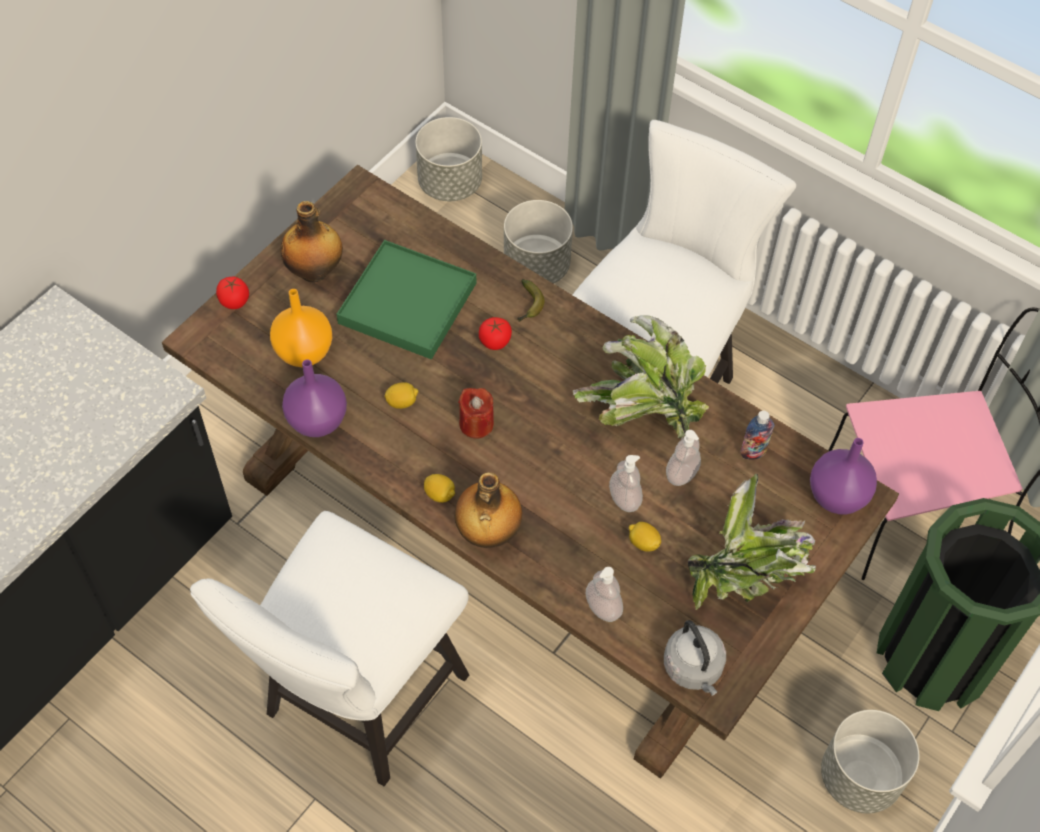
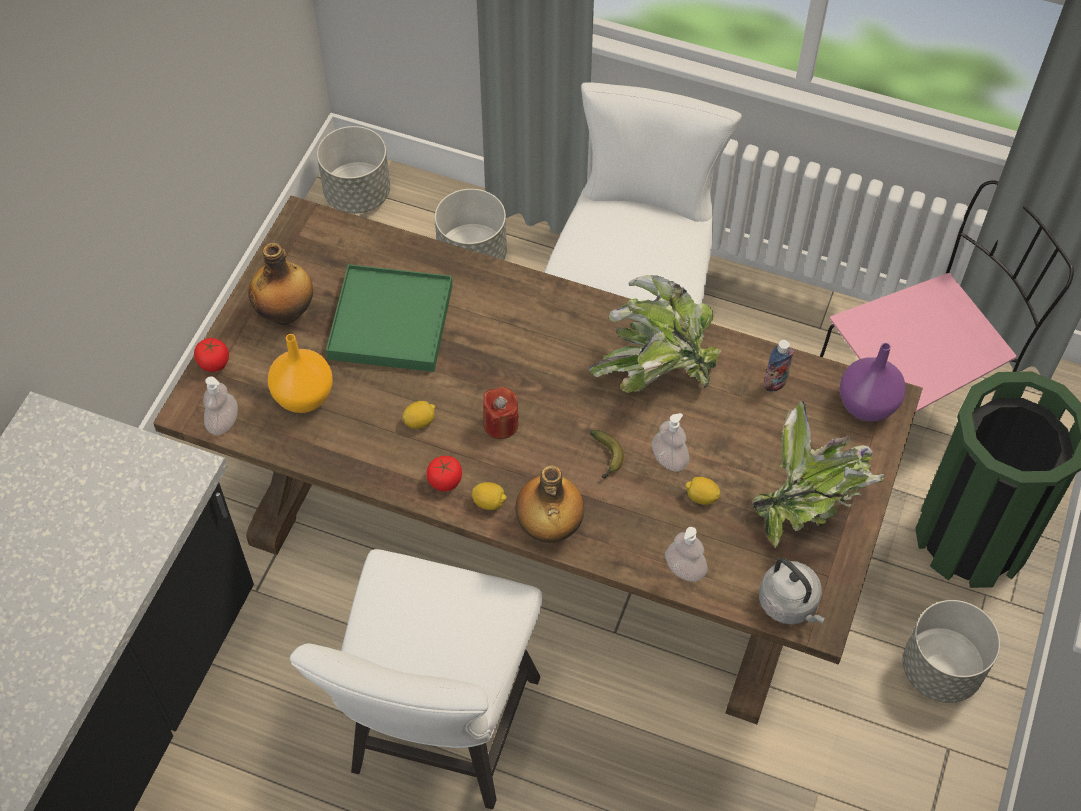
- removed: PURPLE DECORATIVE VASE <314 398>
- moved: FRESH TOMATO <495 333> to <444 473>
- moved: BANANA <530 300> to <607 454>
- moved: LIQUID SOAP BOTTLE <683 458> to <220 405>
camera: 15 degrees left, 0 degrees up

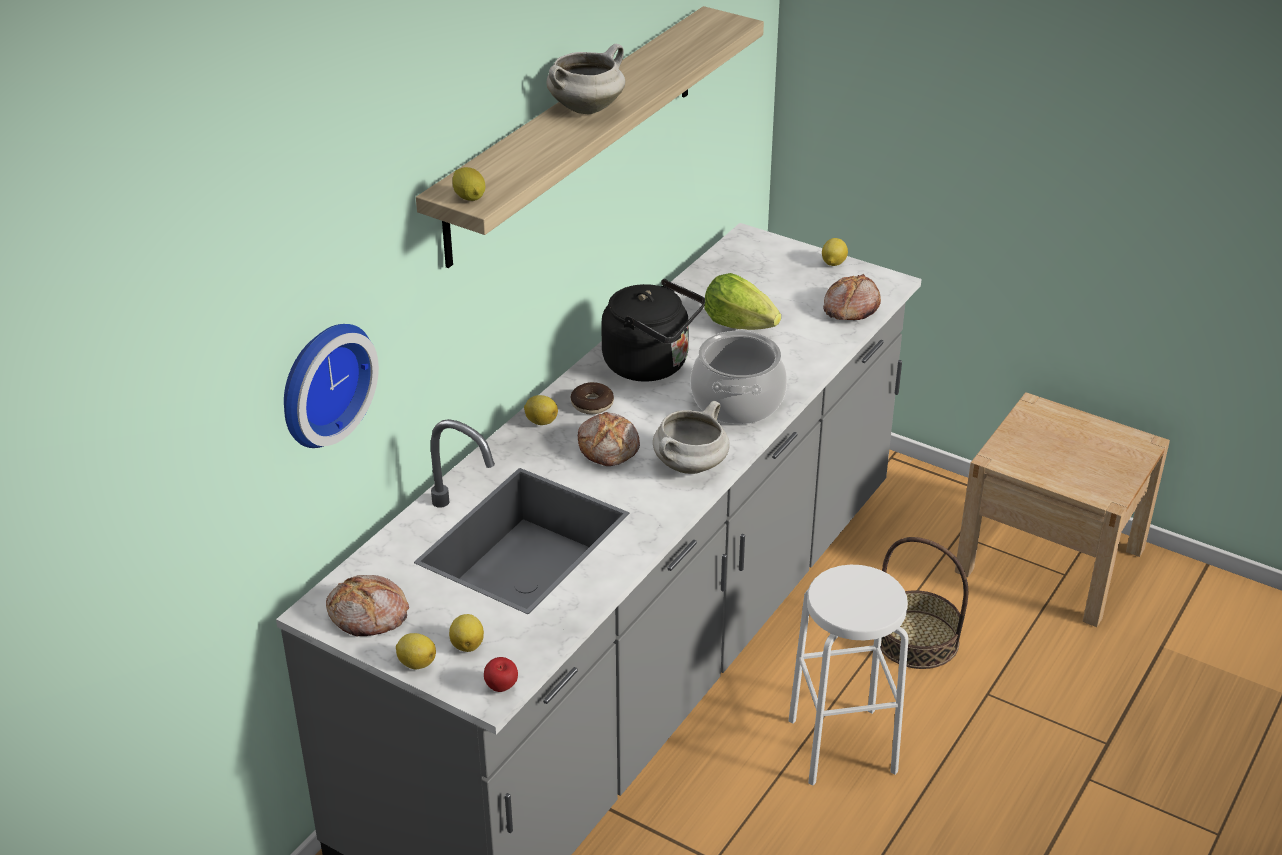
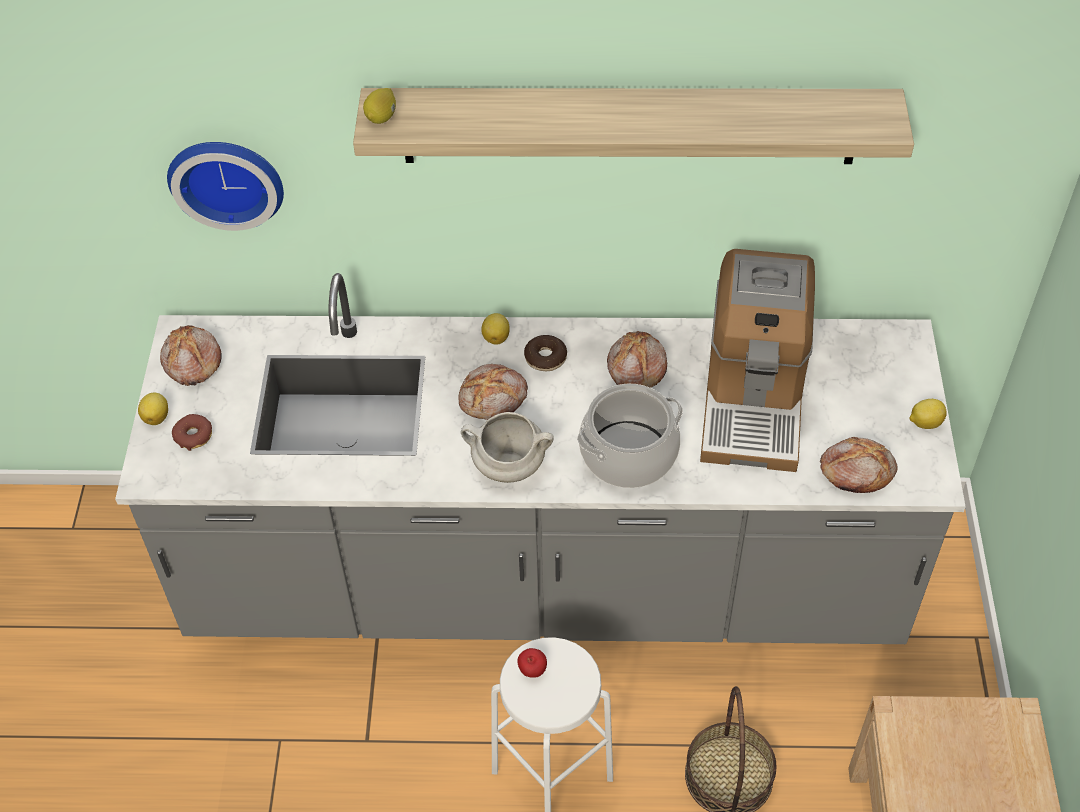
- replaced: WHOLE LEMON <466 633> to RING DOUGHNUT <192 432>
- moved: APPLE <501 674> to <532 663>
- removed: WHITISH STOCKPOT <586 79>
- replaced: BLACKISH KETTLE <653 330> to BAKERY BREAD <637 359>
- replaced: HEAD OF LETTUCE <743 301> to COFFEE MACHINE <757 360>
camera: 60 degrees right, 15 degrees up

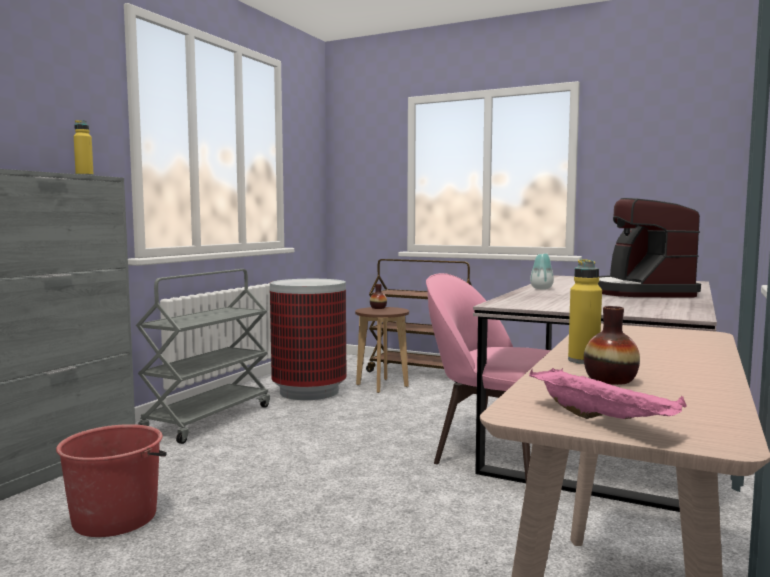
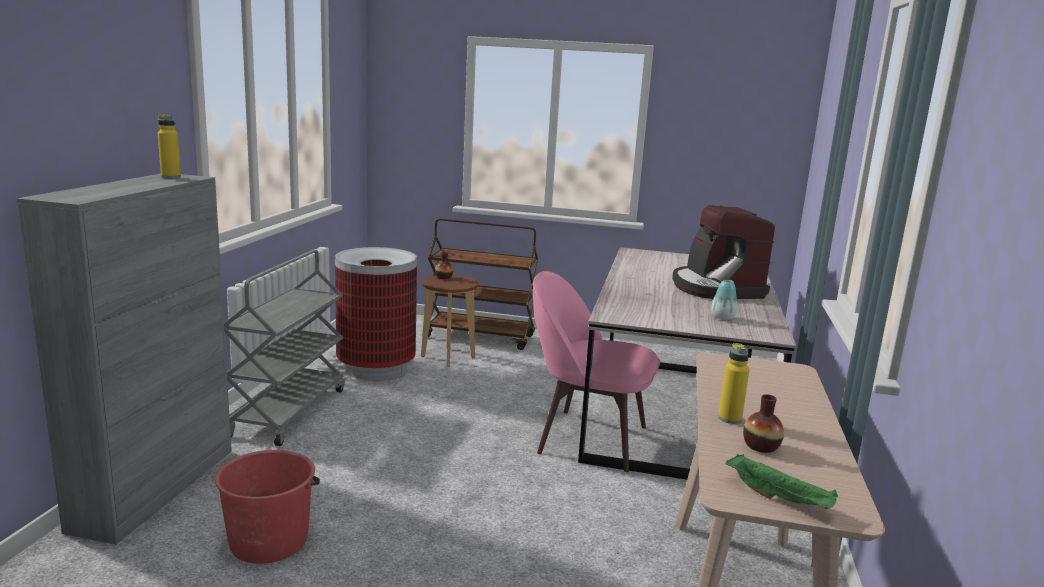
- recoloured: PINK-COLOURED SERVING TRAY <608 393> to GREEN SERVING TRAY <781 481>
- moved: DECORATIVE VASE <542 271> to <724 300>
camera: 15 degrees left, 10 degrees up

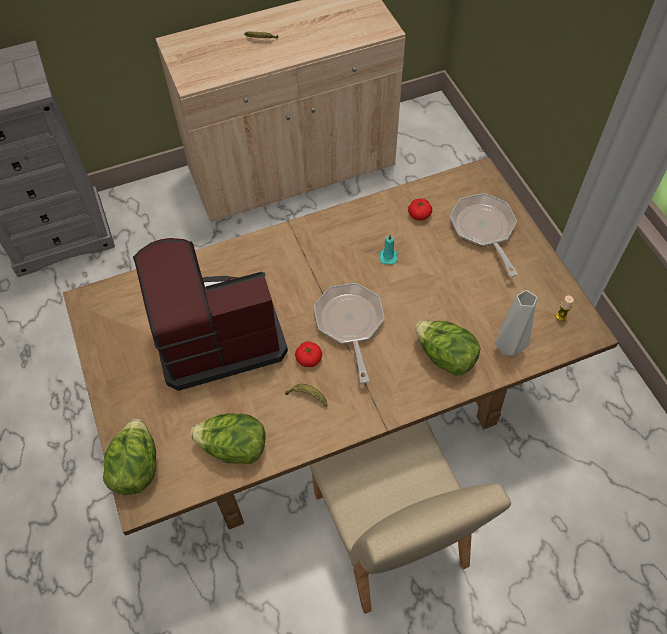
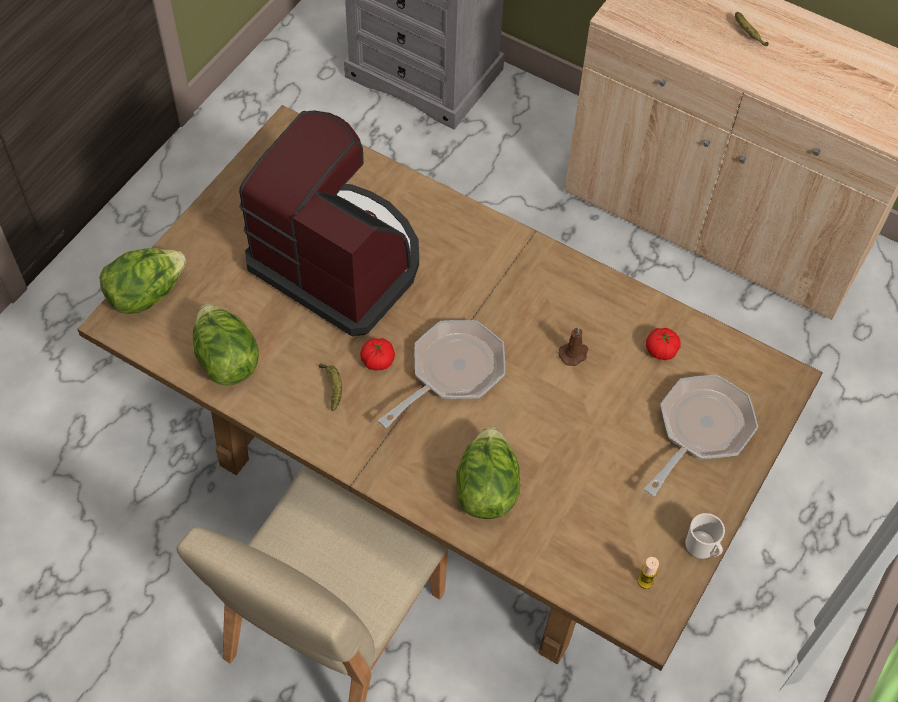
- recoloured: BLUE-GREEN WAX CANDLE <388 249> to BROWN WAX CANDLE <573 346>
- removed: GRAY DECORATIVE VASE <516 323>
- added: TEA MUG <705 536>
camera: 50 degrees right, 0 degrees up

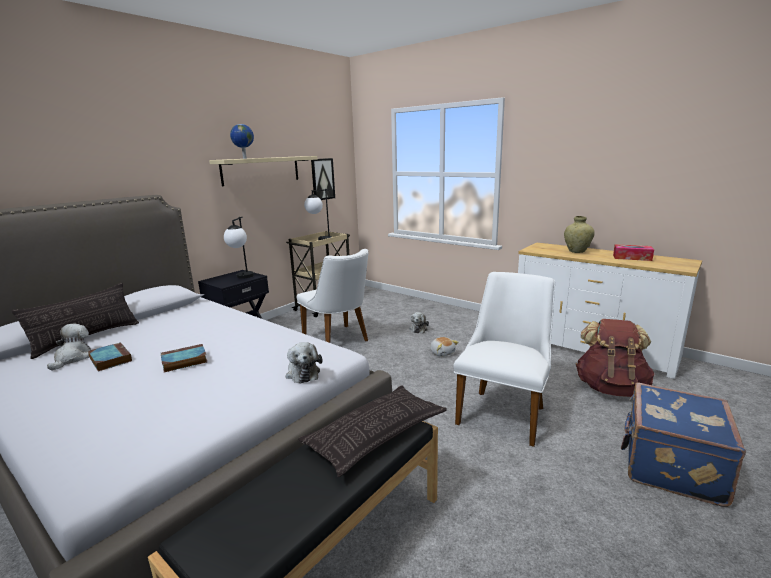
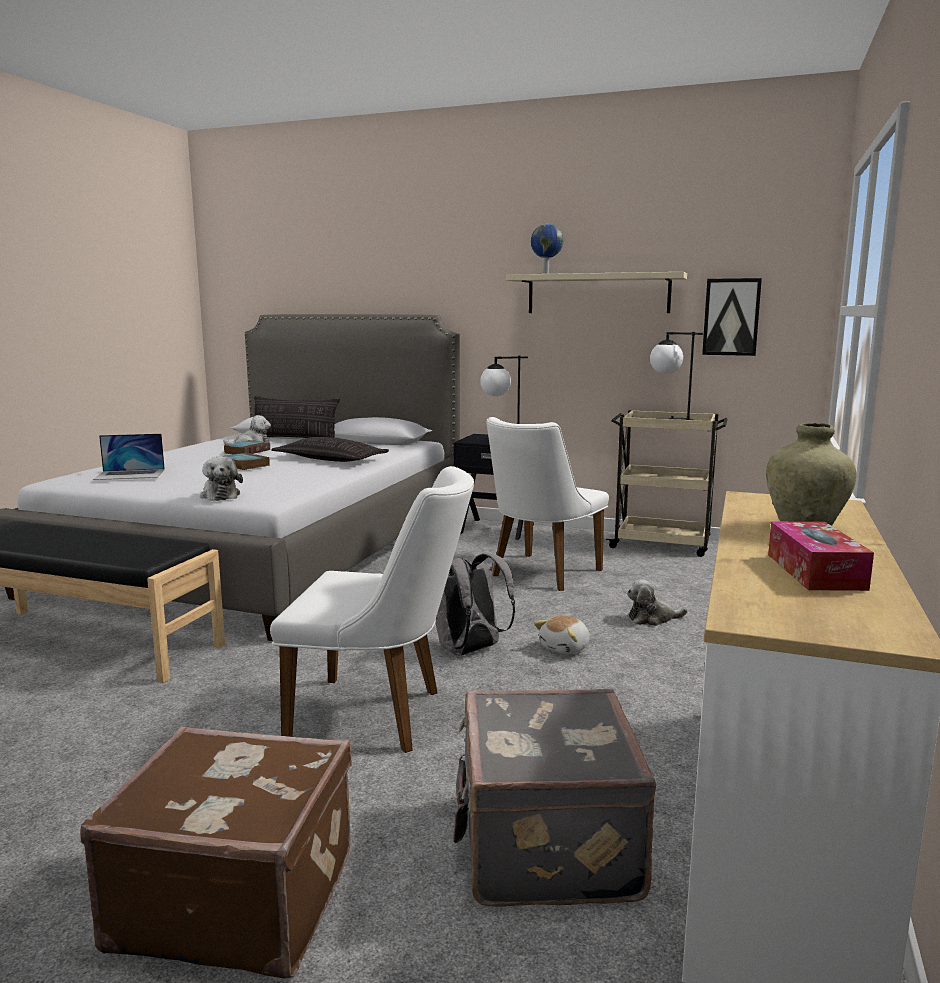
- turned: PLUSH TOY <303 362> = <221 478> 75 degrees counterclockwise
- moved: PILLOW <372 431> to <330 449>
- replaced: BROWN BACKPACK <615 358> to GRAY SUITCASE <554 798>
- recoloured: BLUISH SUITCASE <683 445> to BROWN SUITCASE <216 852>
- added: PORTABLE COMPUTER <129 457>
- added: GRAY BACKPACK <475 604>
camera: 70 degrees right, 5 degrees down

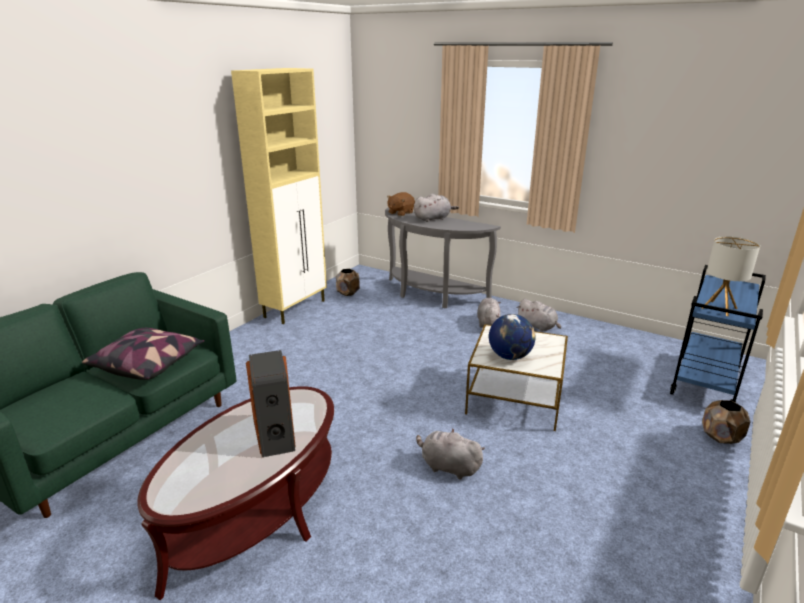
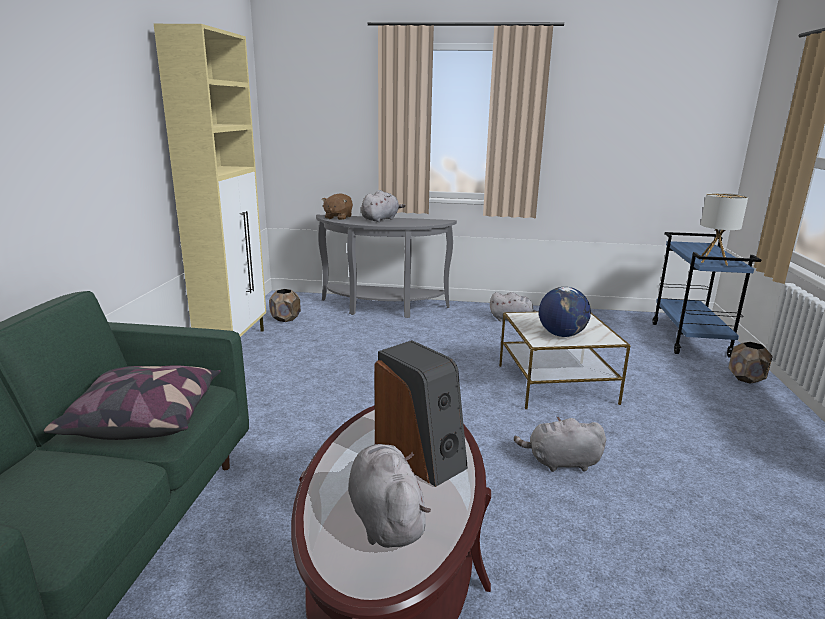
- moved: GRAY PLUSH TOY <489 313> to <389 496>
camera: 25 degrees left, 5 degrees down

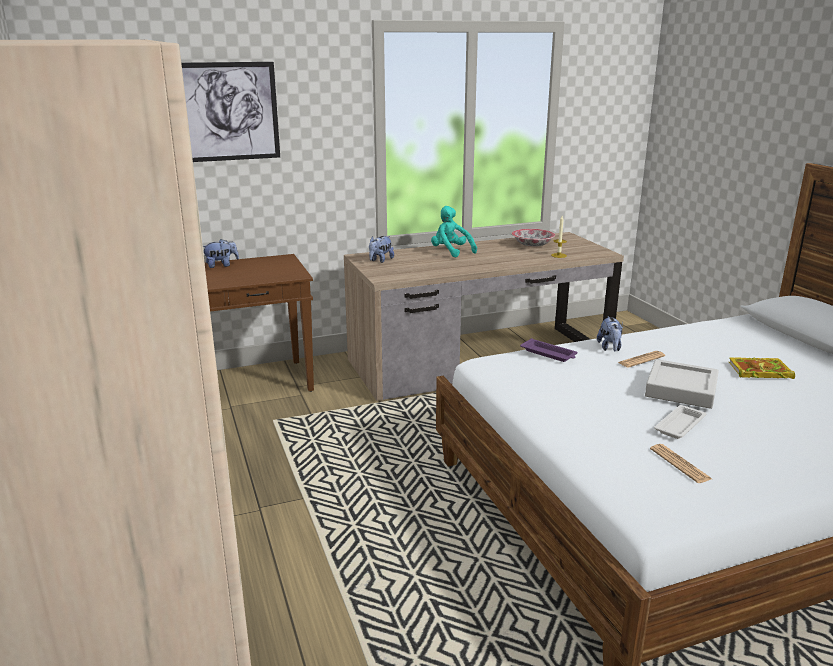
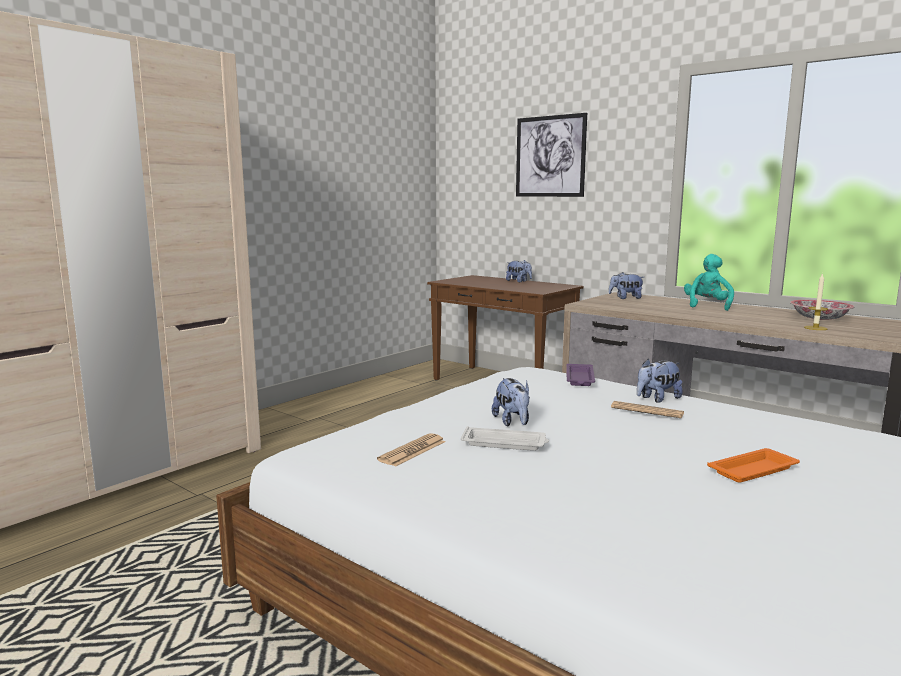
- removed: GRAY SERVING TRAY <682 384>
- replaced: BOUND BOOK <762 368> to ORANGE-COLOURED SERVING TRAY <753 465>
- added: PLUSH TOY <511 402>
camera: 60 degrees right, 10 degrees down

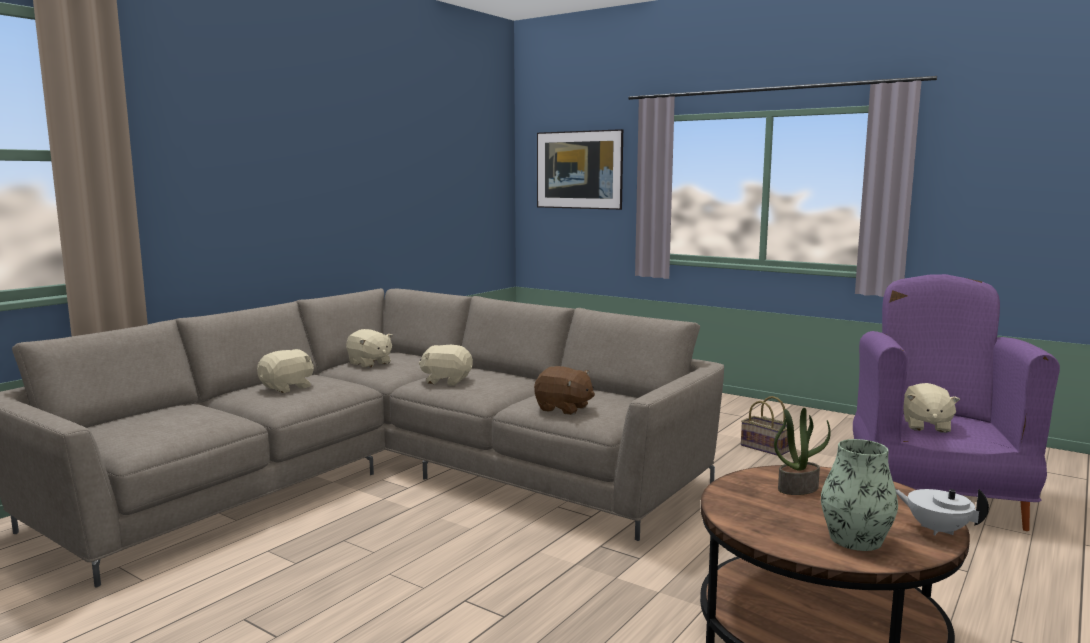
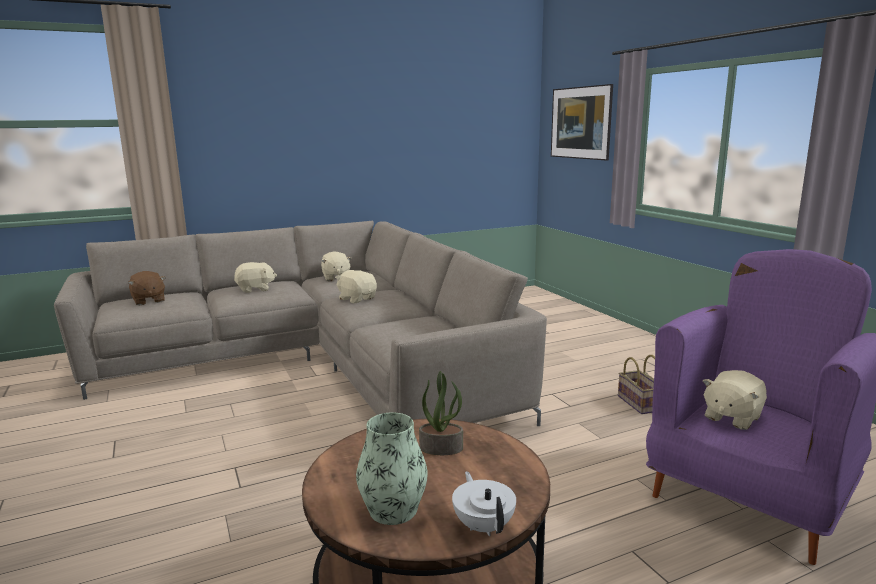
- moved: BROWN PLUSH TOY <564 390> to <147 288>
camera: 30 degrees right, 5 degrees up

